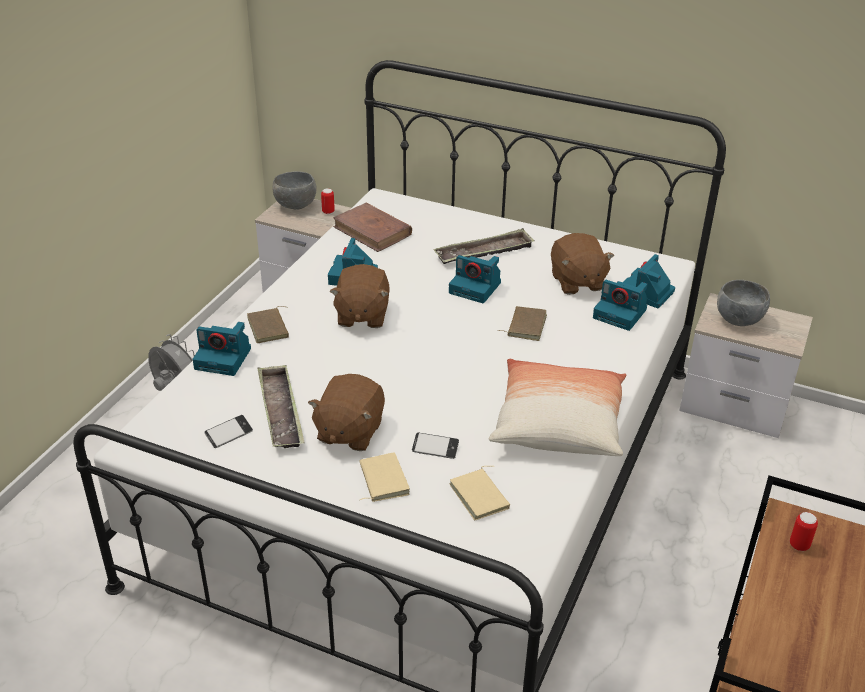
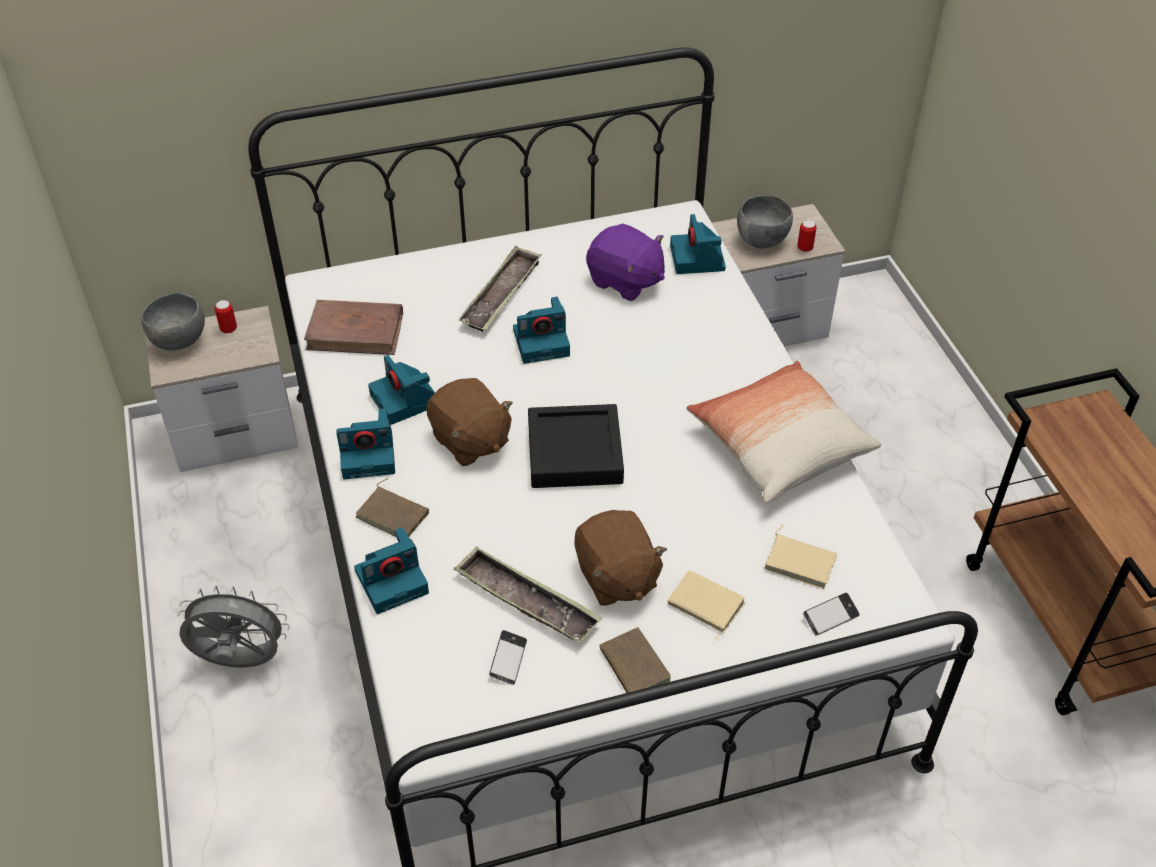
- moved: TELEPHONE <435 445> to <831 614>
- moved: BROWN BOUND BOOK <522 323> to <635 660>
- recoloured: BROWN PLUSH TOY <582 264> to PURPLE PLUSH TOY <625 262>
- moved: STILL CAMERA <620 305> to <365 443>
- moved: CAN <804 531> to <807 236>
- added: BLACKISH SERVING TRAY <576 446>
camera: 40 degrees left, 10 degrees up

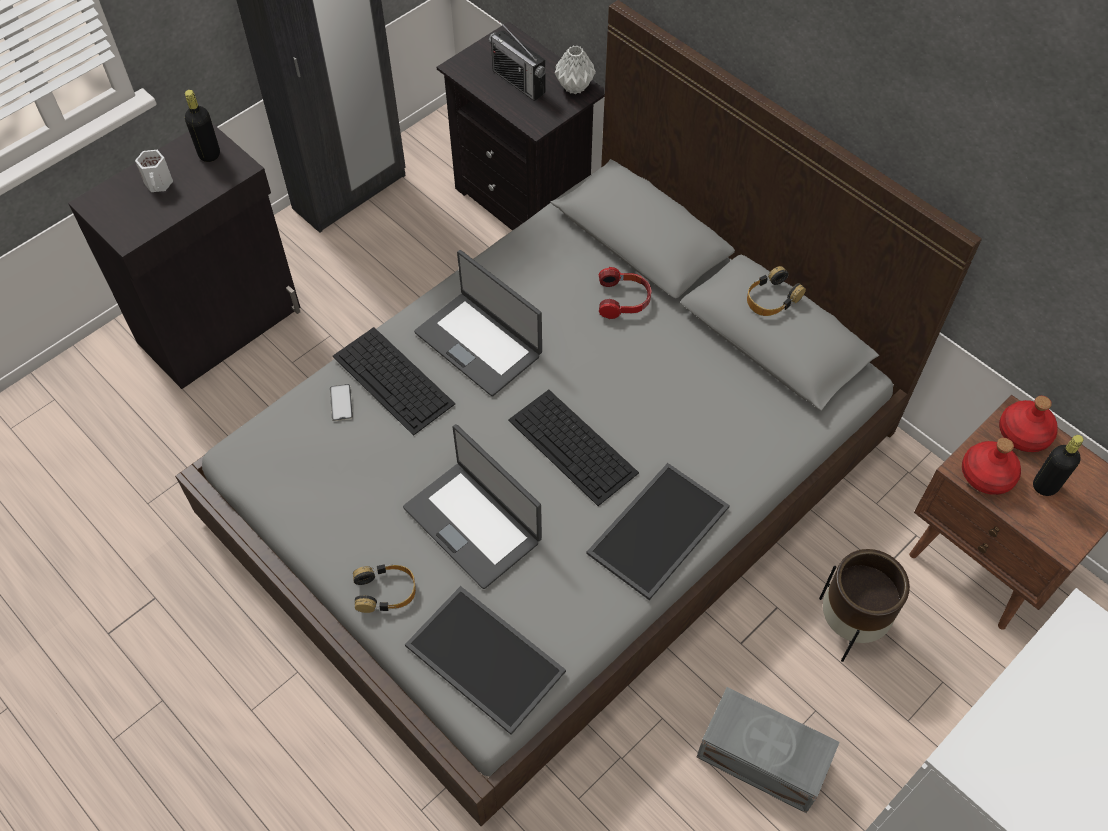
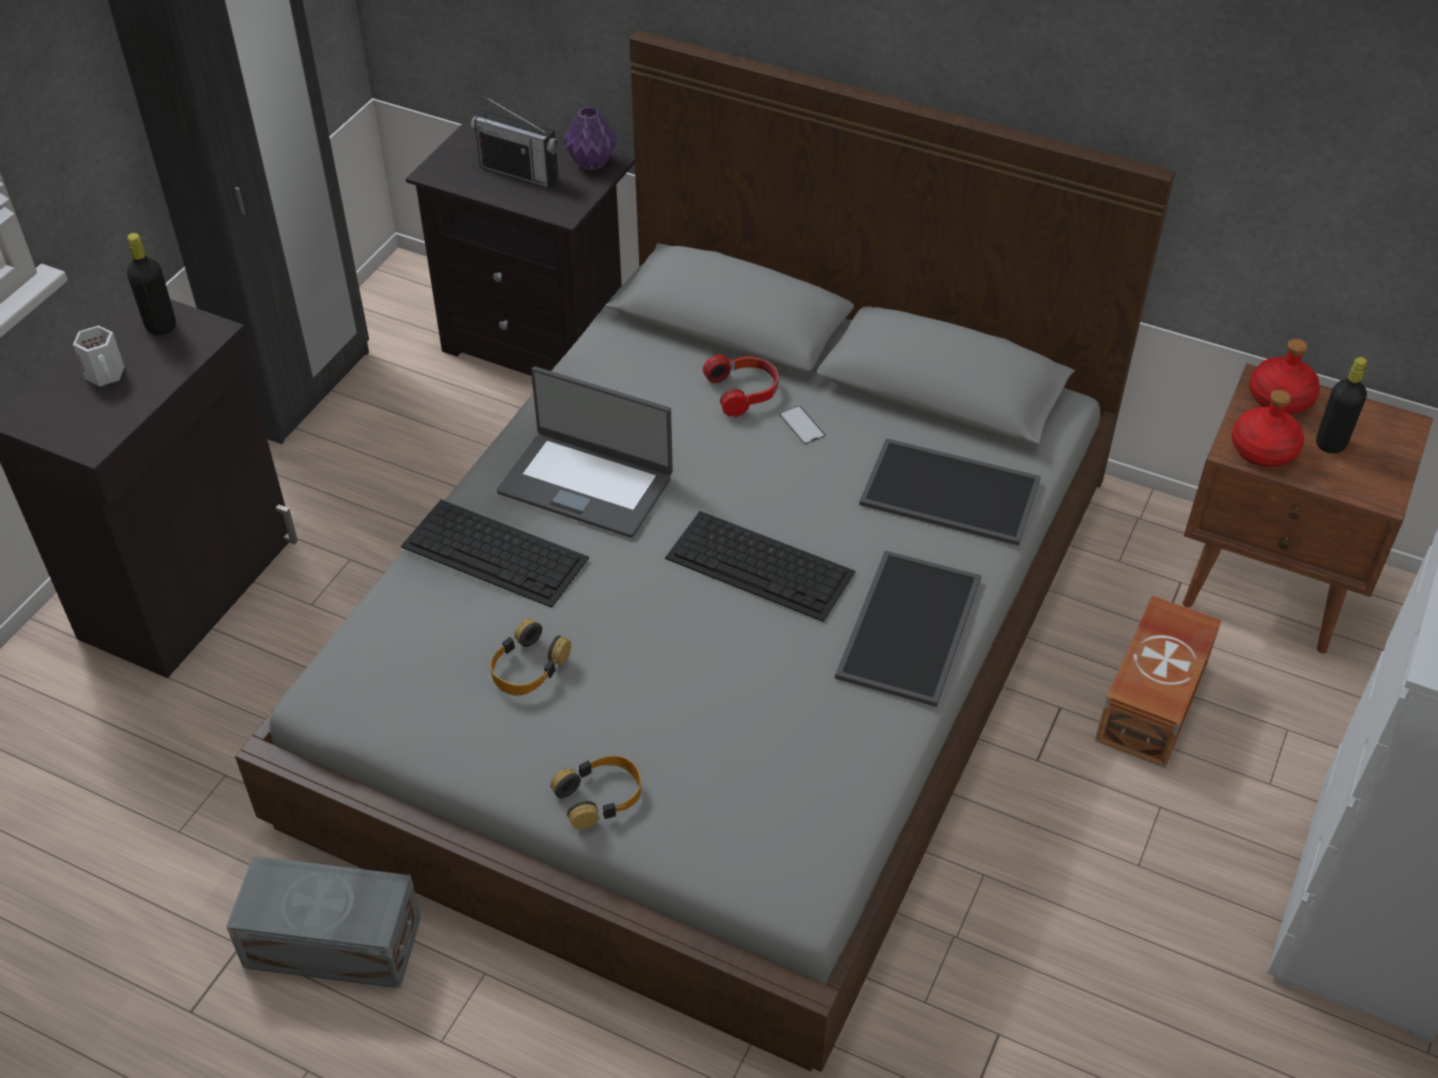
- moved: TELEPHONE <341 402> to <802 425>
- removed: PORTABLE COMPUTER <472 506>
- moved: SERVING TRAY <485 660> to <950 492>
- recoloured: GRAY DECORATIVE VASE <575 70> to PURPLE DECORATIVE VASE <590 139>
- moved: GRAY STORAGE BIN <768 750> to <323 922>
- moved: PAIR OF HEADPHONES <776 291> to <530 657>
- replaced: BROWN PLANTER <864 605> to BROWN STORAGE BIN <1158 682>
camera: 20 degrees left, 10 degrees down

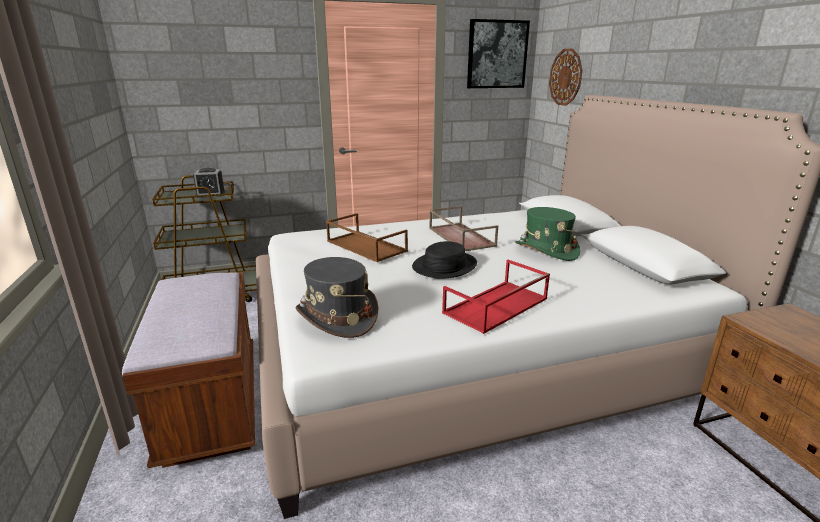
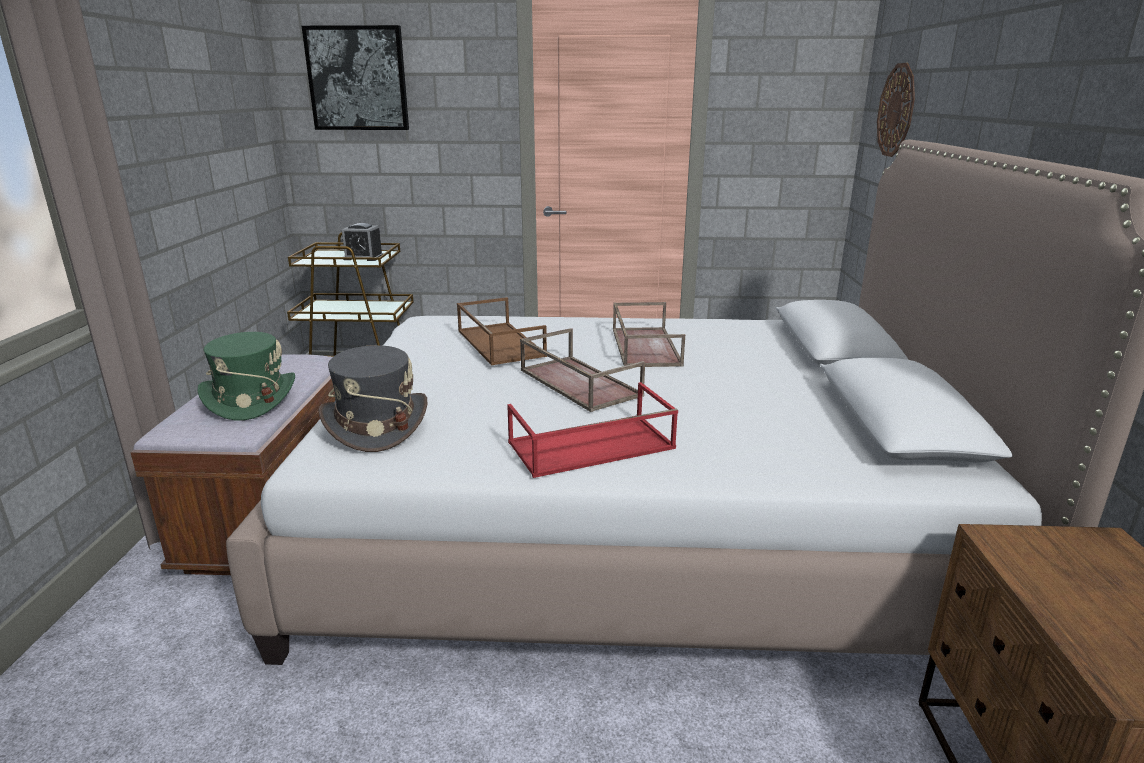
- replaced: BLACKISH WEARABLE HAT <444 260> to BROWN SERVING TRAY <582 370>
- moved: WALL PICTURE <498 53> to <355 77>
- moved: GREEN WEARABLE HAT <547 234> to <246 376>
camera: 20 degrees right, 0 degrees up

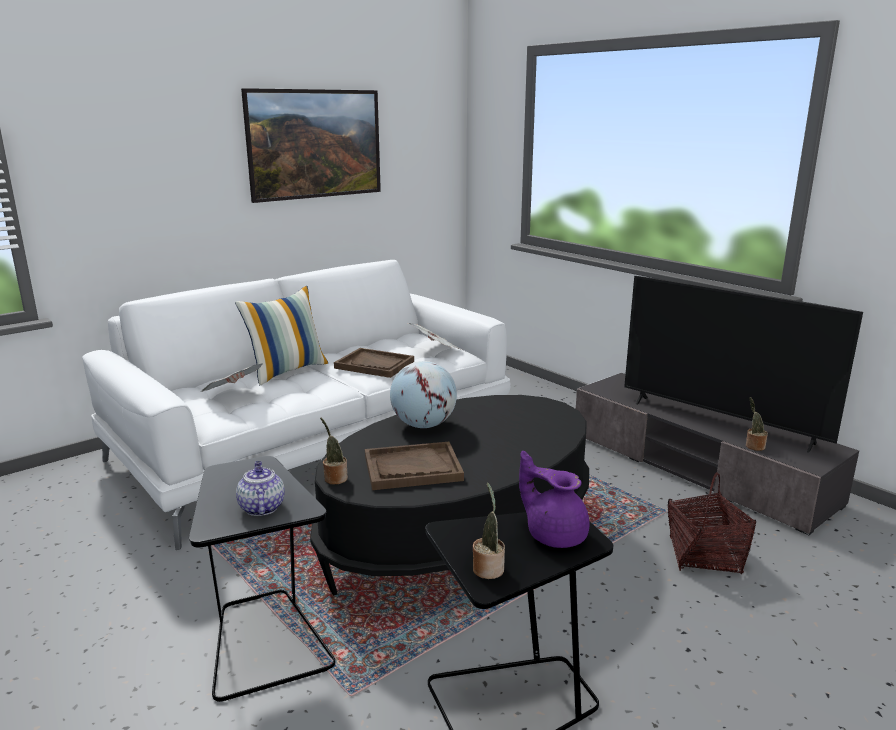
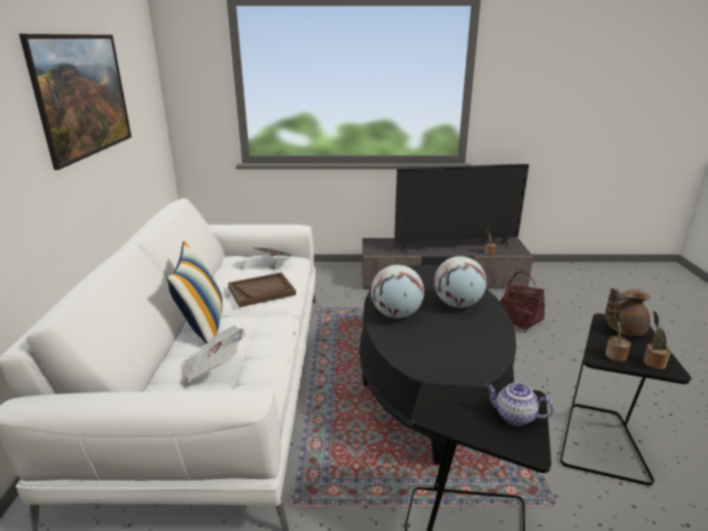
- moved: HOUSEPLANT <334 451> to <618 336>
- removed: BROWN SERVING TRAY <414 466>
- recoloured: PURPLE POT FOR TEA <554 499> to BROWN POT FOR TEA <627 312>
- added: GLOBE <460 282>
camera: 50 degrees left, 5 degrees up

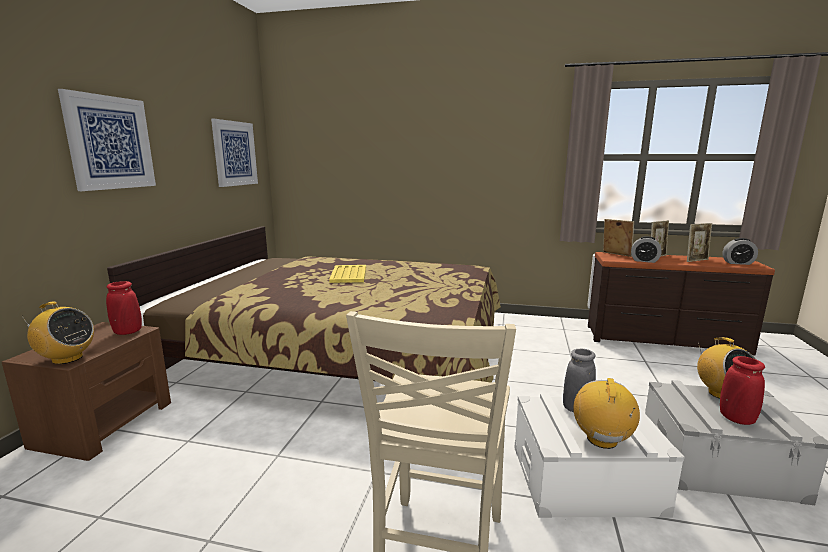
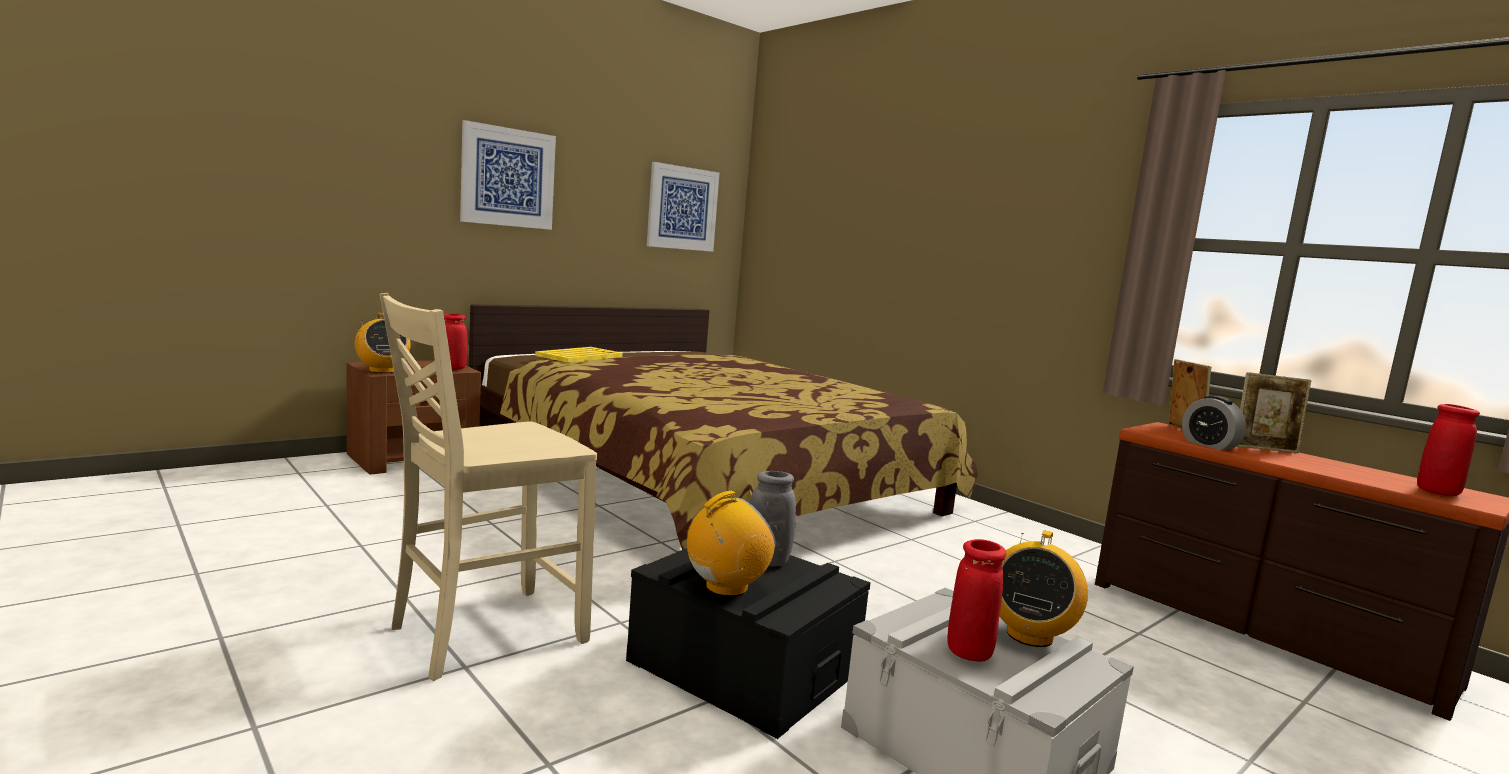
- moved: YELLOWISH SERVING TRAY <347 274> to <578 355>
- recoloured: WHITISH STORAGE BIN <599 456> to BLACKISH STORAGE BIN <748 643>
- removed: STANDING FRAME <699 242>
- replaced: BEDSIDE CLOCK <740 251> to REDDISH DECORATIVE VASE <1448 450>
camera: 35 degrees right, 5 degrees down

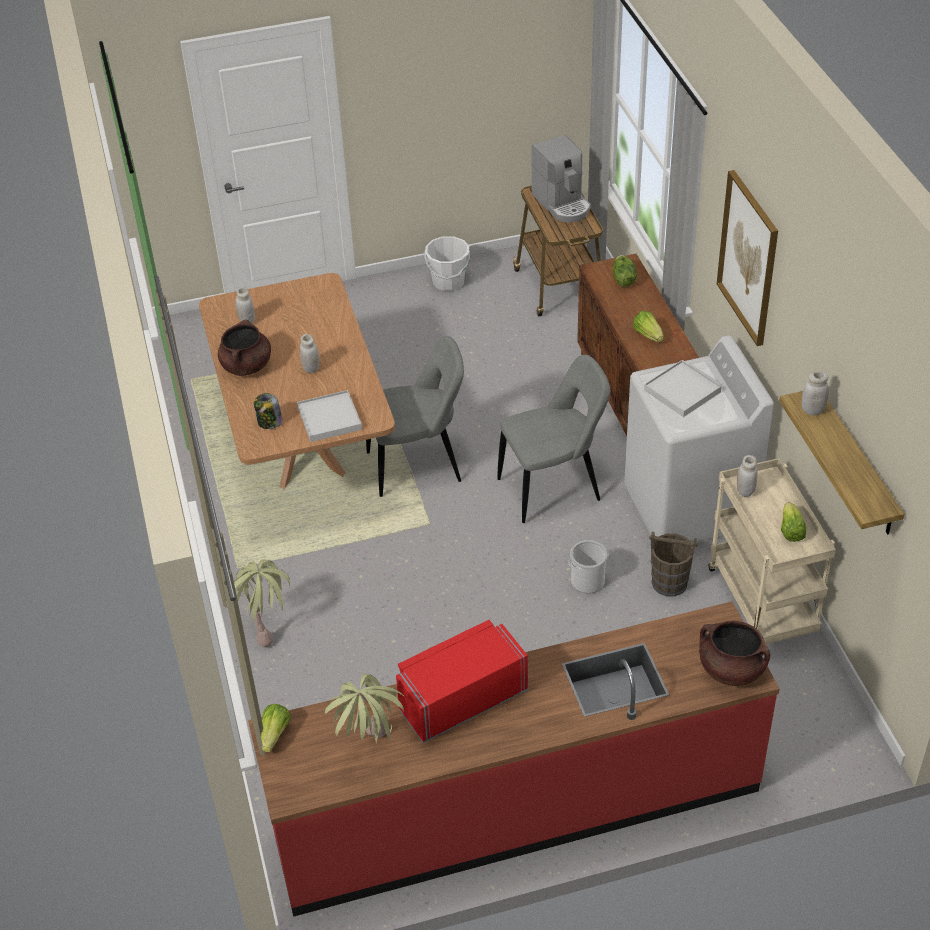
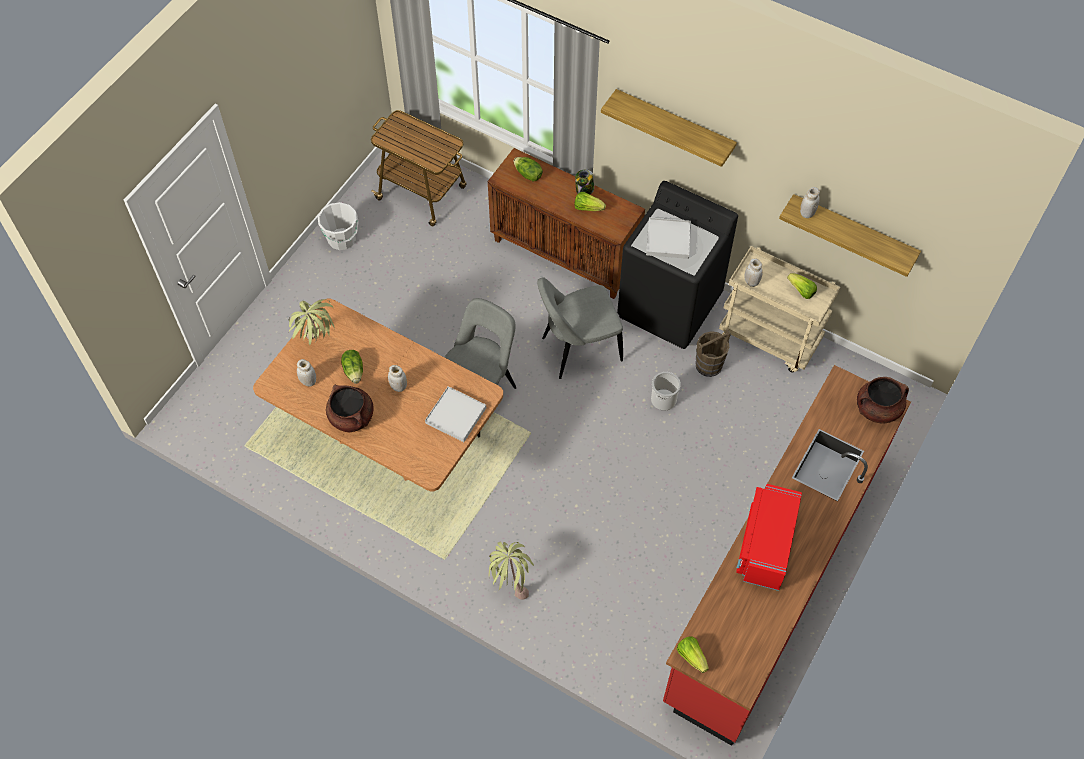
- moved: PRESERVE JAR <268 411> to <584 181>
- moved: HOUSEPLANT <366 708> to <312 322>
- turned: GRAY CHAIR <553 439> = <580 328> 135 degrees counterclockwise
- removed: COFFEE MACHINE <561 178>
- recoloured: WHITISH LAUNDRY MACHINE <699 441> to BLACKISH LAUNDRY MACHINE <677 265>
- replaced: WALL PICTURE <747 258> to SHELF <669 128>
- added: HEAD OF LETTUCE <352 367>
camera: 45 degrees left, 15 degrees up

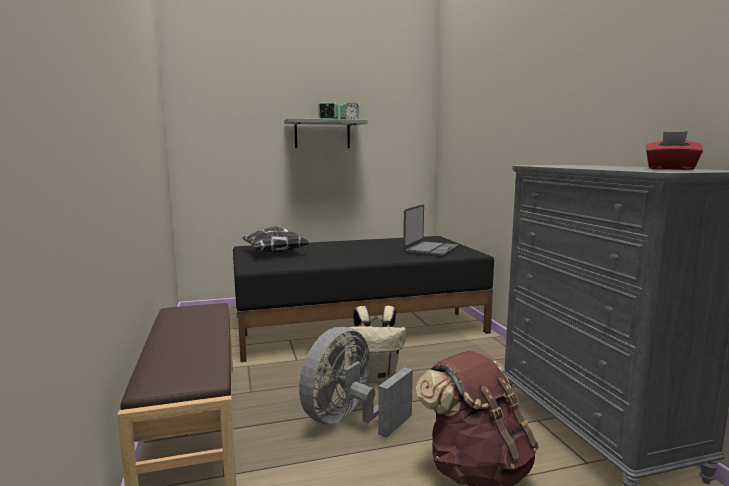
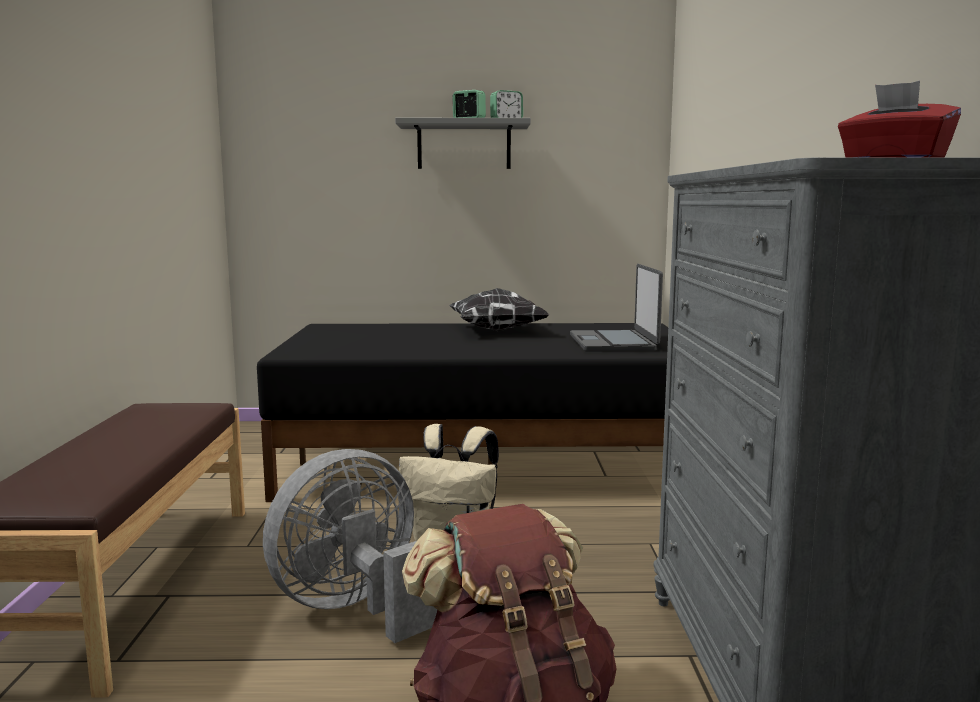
- moved: PILLOW <276 240> to <499 309>
- turned: PORTABLE COMPUTER <431 230> = <616 308> 135 degrees clockwise
camera: 15 degrees right, 0 degrees up

